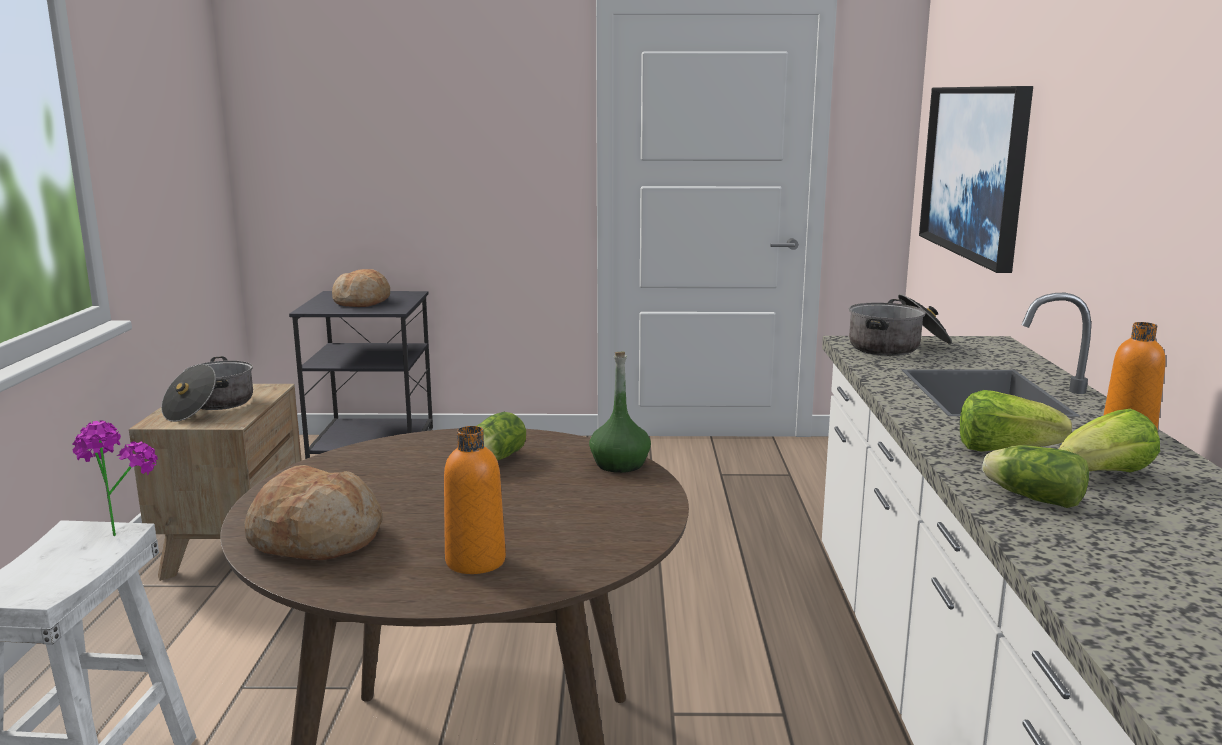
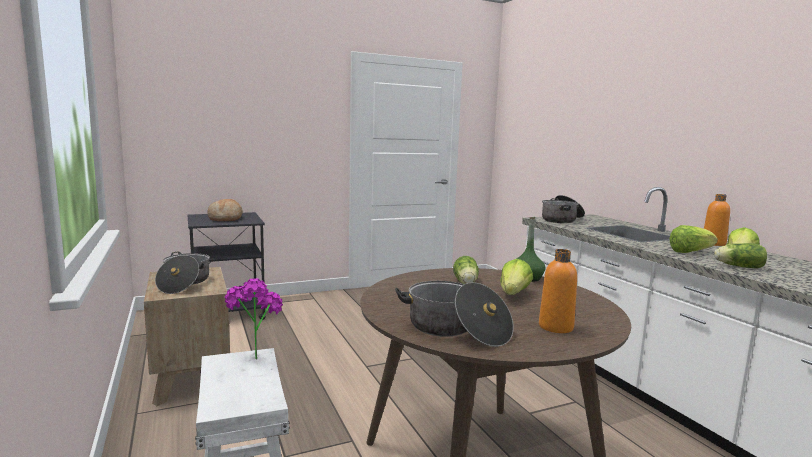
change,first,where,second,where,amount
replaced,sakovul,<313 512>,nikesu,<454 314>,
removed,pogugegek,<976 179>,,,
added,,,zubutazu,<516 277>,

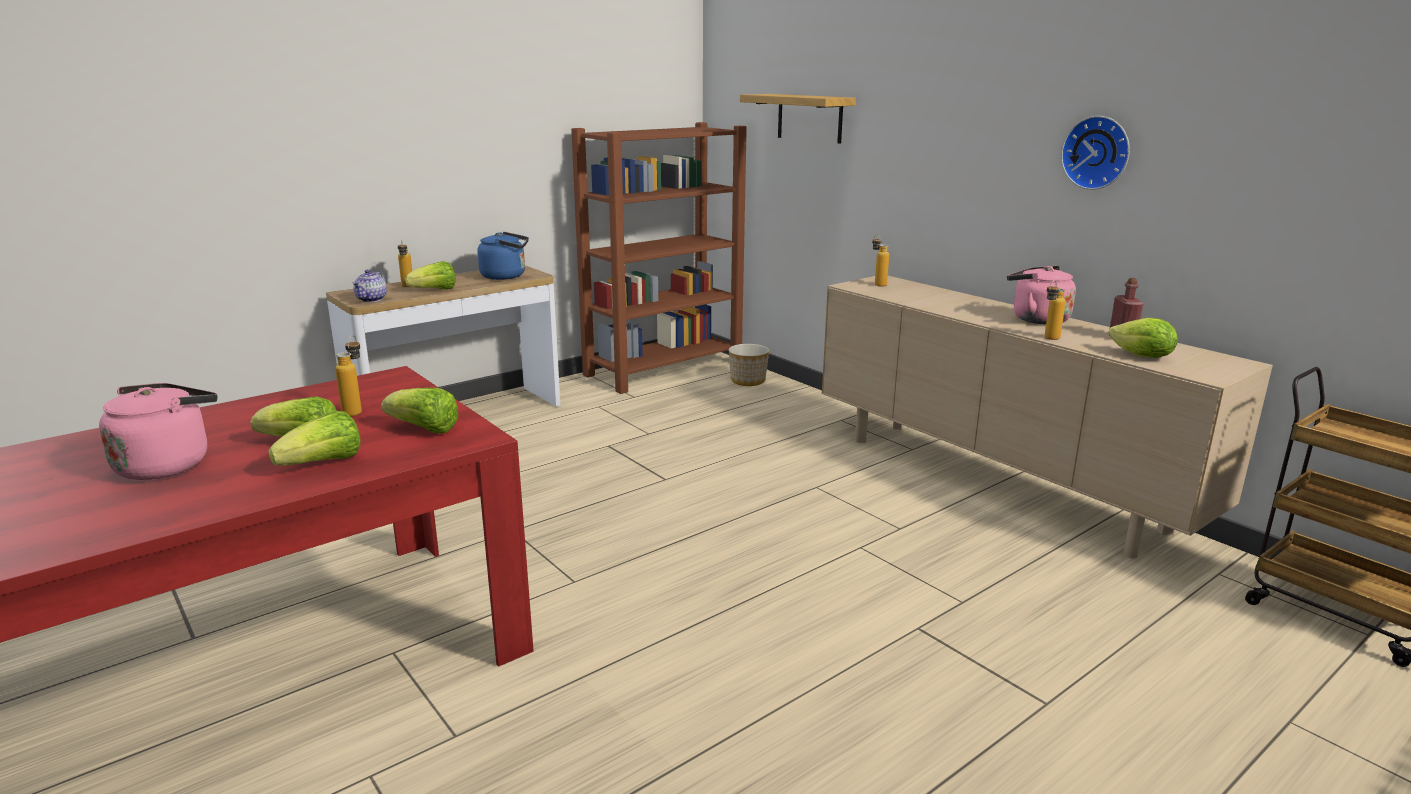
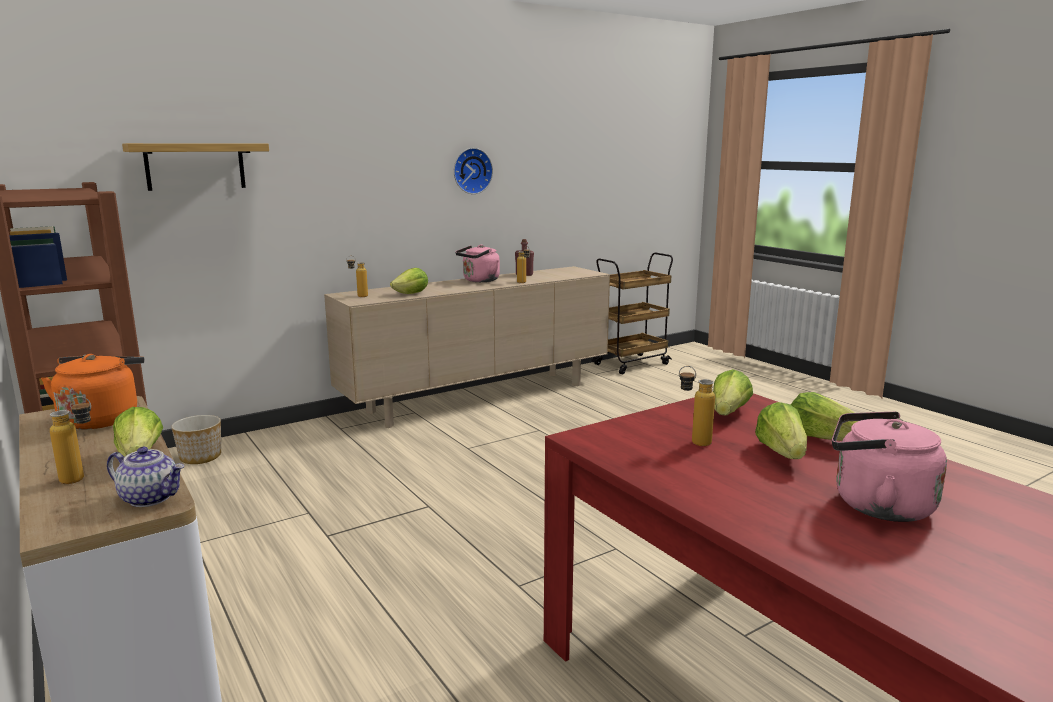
change,first,where,second,where,amount
recoloured,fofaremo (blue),<503 256>,fofaremo (orange),<92 392>,
moved,zubutazu,<1143 338>,,<409 281>,

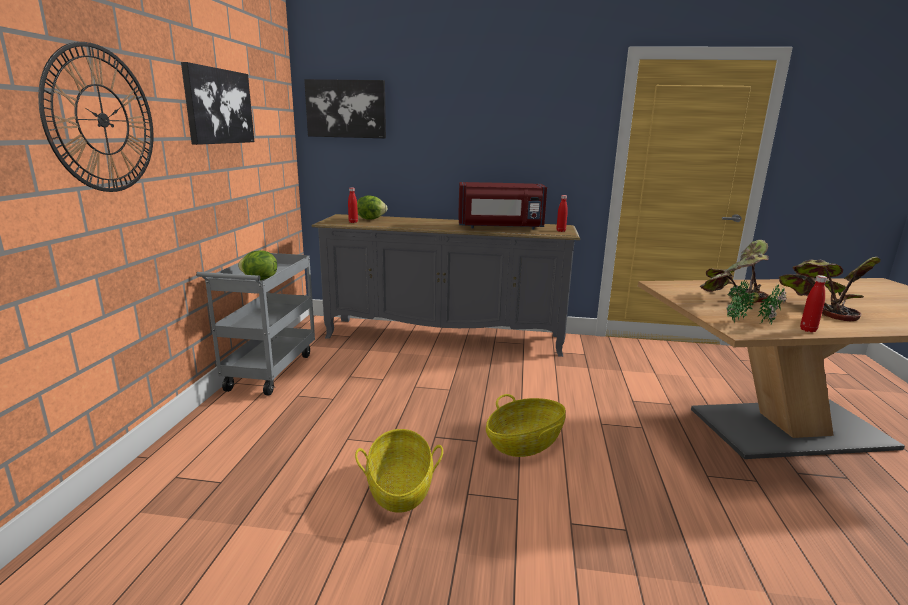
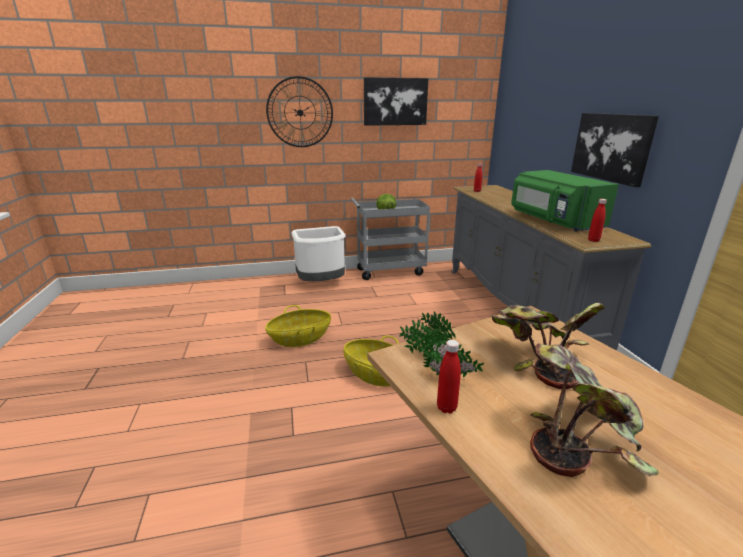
change,first,where,second,where,amount
moved,pogugegek,<345 108>,,<615 150>,
removed,zubutazu,<372 207>,,,
recoloured,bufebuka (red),<502 206>,bufebuka (green),<565 200>,
added,,,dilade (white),<318 253>,

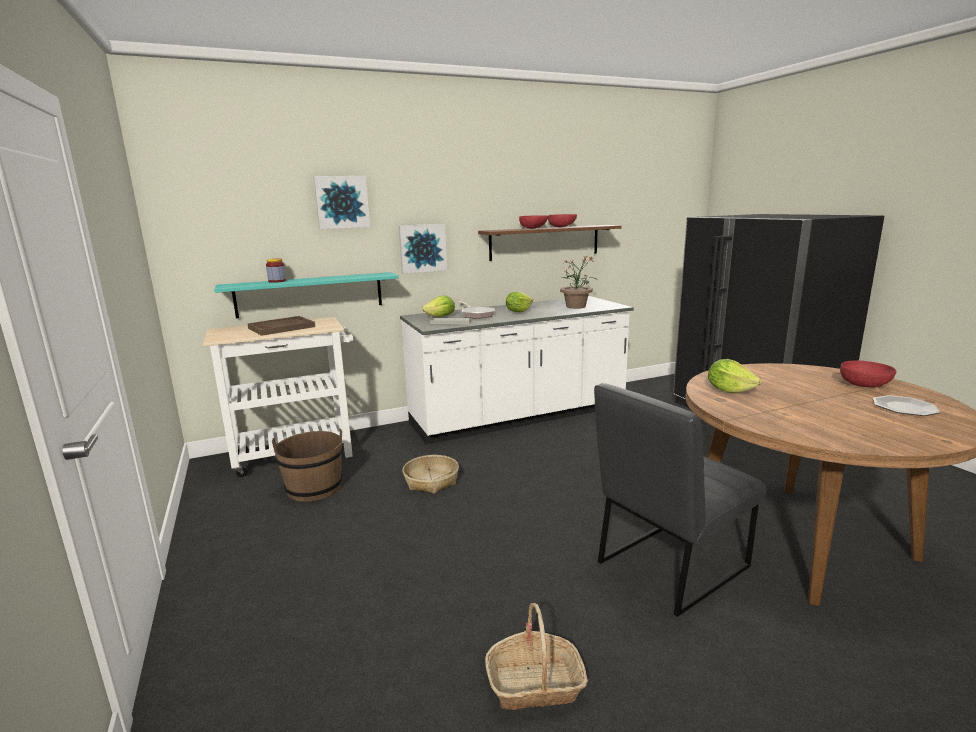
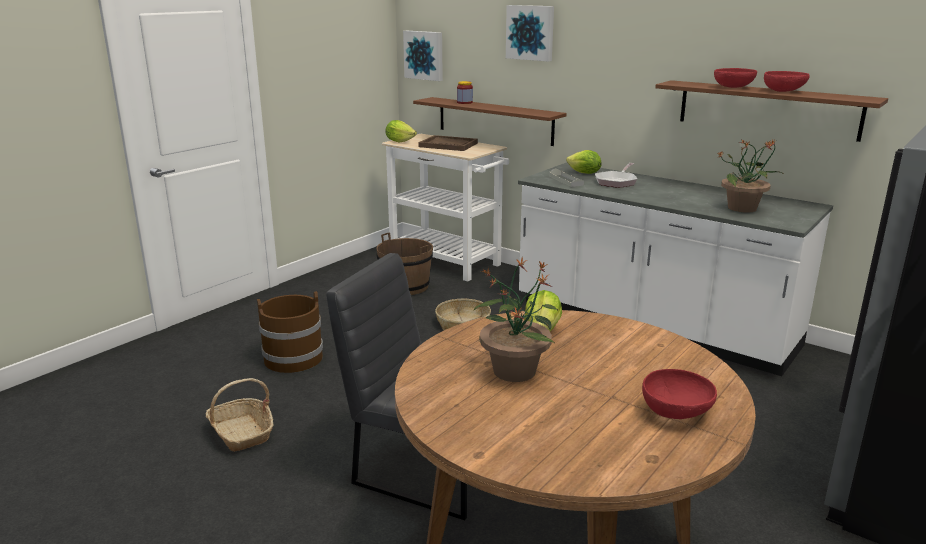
change,first,where,second,where,amount
recoloured,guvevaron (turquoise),<306 295>,guvevaron (brown),<490 121>,
moved,pogugegek,<423 249>,,<423 56>,
moved,zubutazu,<519 302>,,<401 131>,
removed,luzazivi,<906 405>,,,
added,,,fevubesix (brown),<290 332>,
added,,,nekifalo,<515 319>,

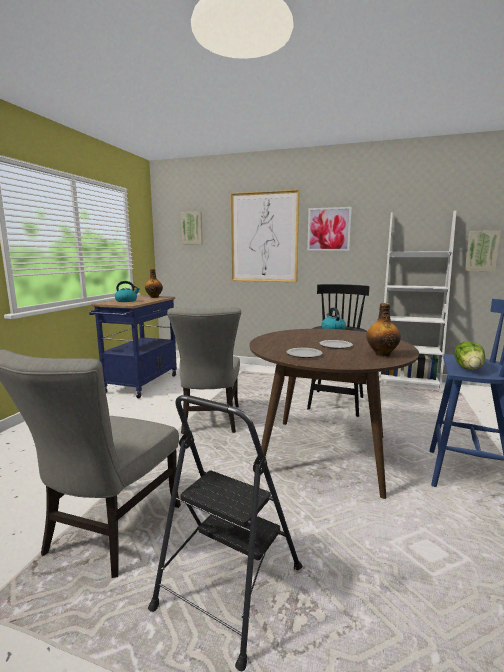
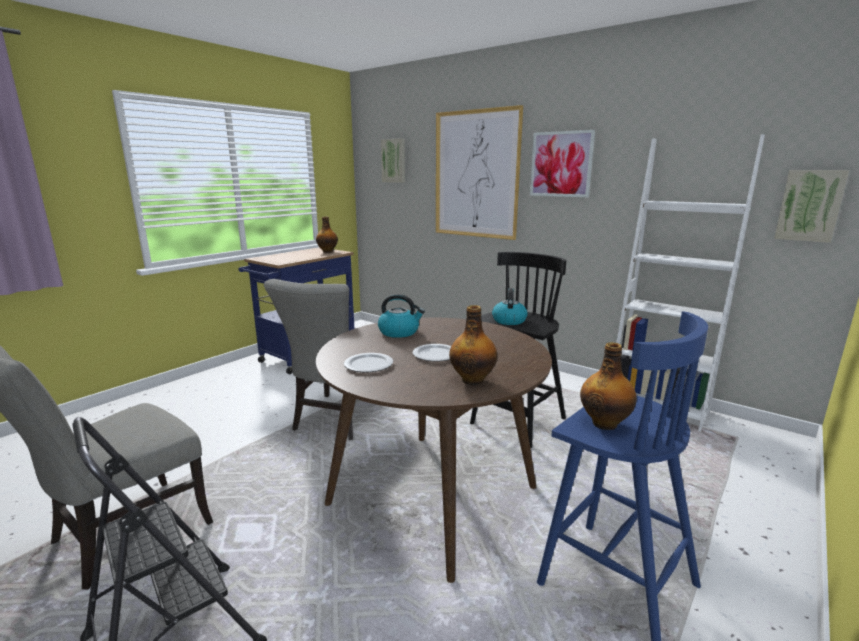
change,first,where,second,where,amount
moved,fofaremo,<127 291>,,<401 316>,
replaced,zubutazu,<470 355>,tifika,<608 386>,

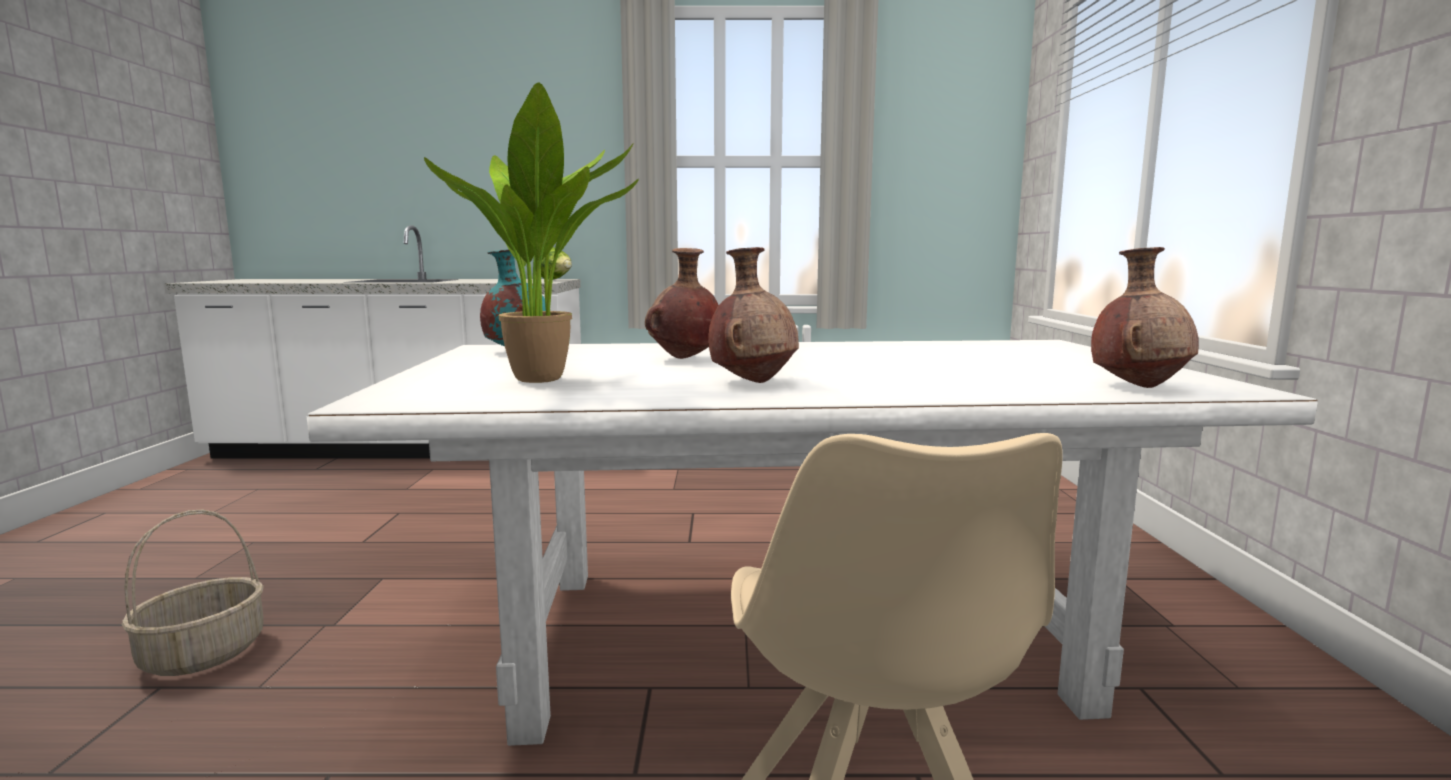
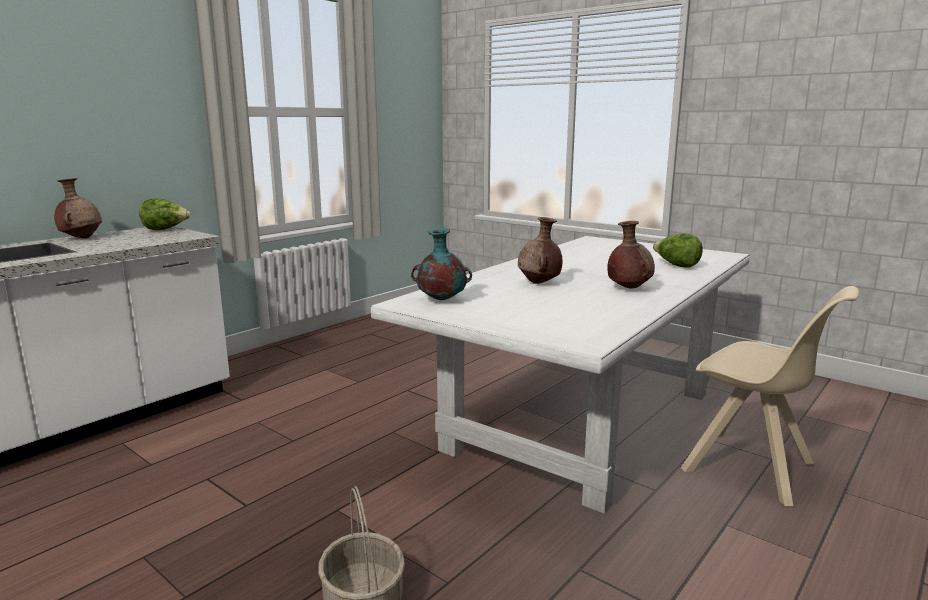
change,first,where,second,where,amount
removed,nekifalo,<531 233>,,,
moved,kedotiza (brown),<1145 317>,,<78 208>,
added,,,zubutazu,<678 250>,

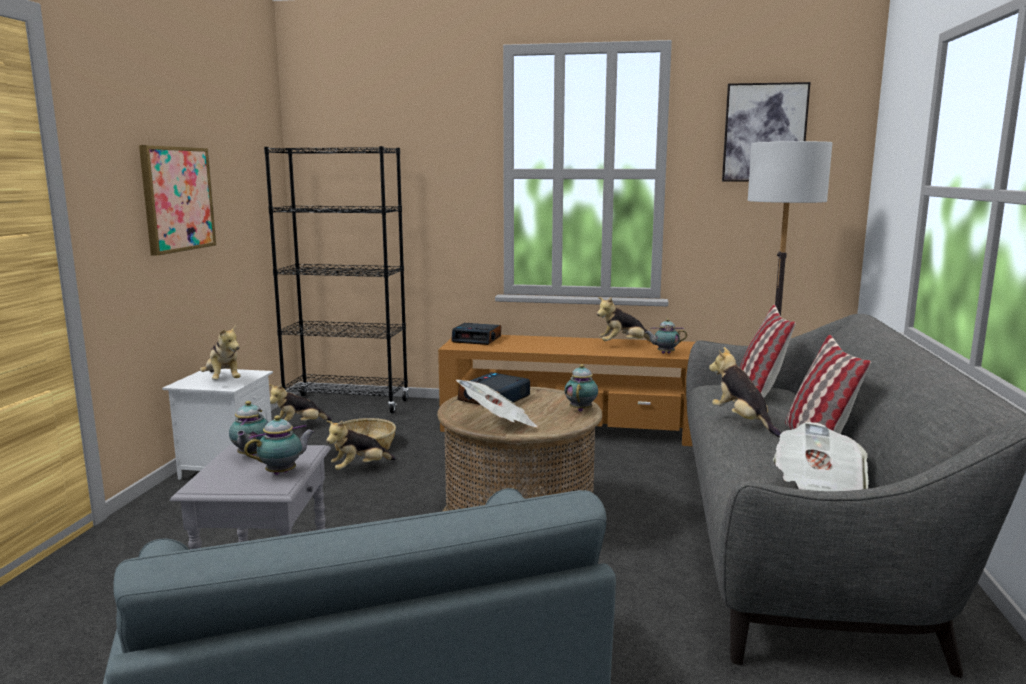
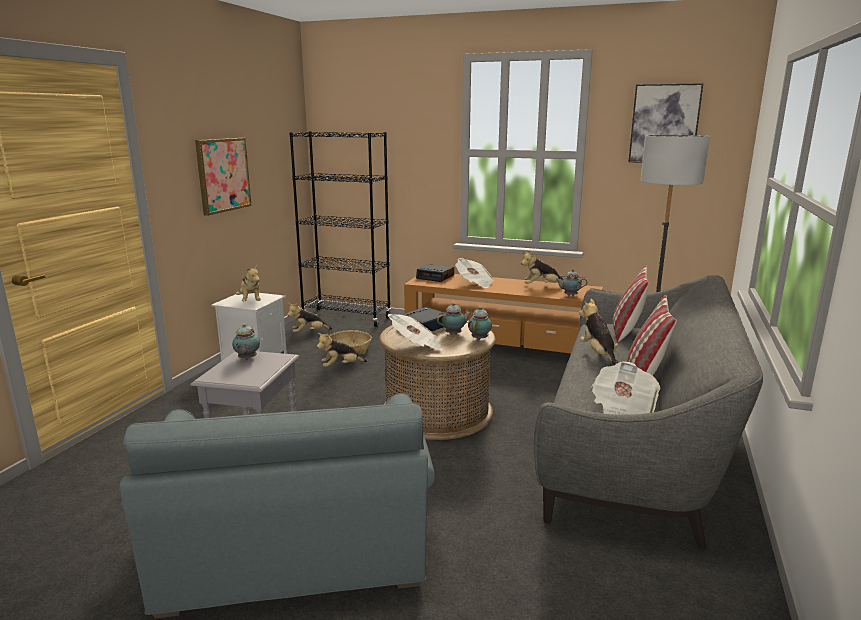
change,first,where,second,where,amount
moved,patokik,<279 445>,,<454 319>,
added,,,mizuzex,<474 273>,

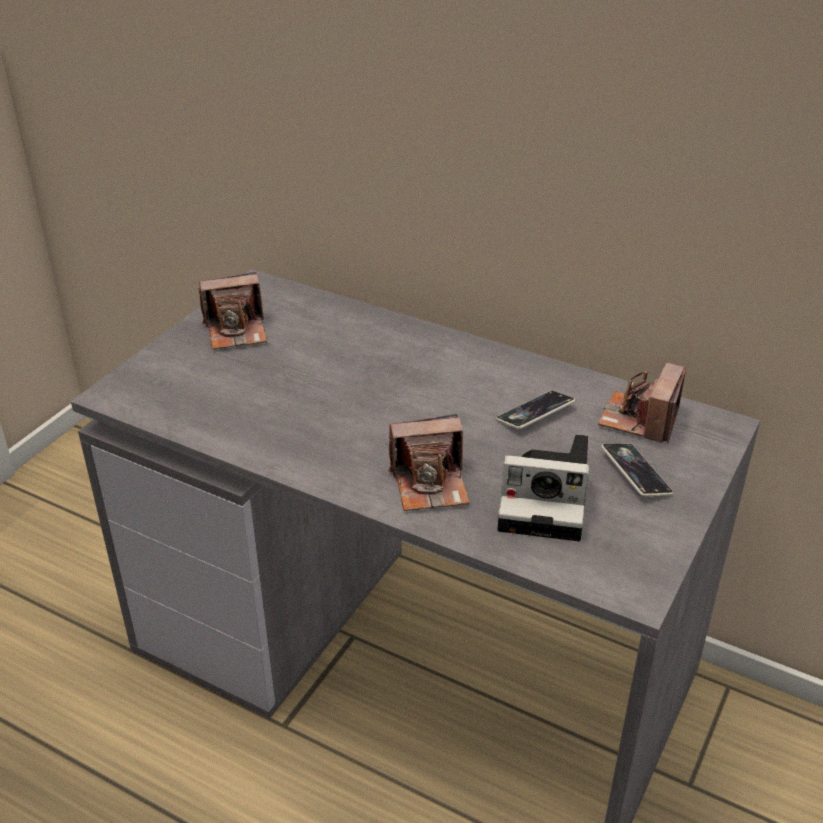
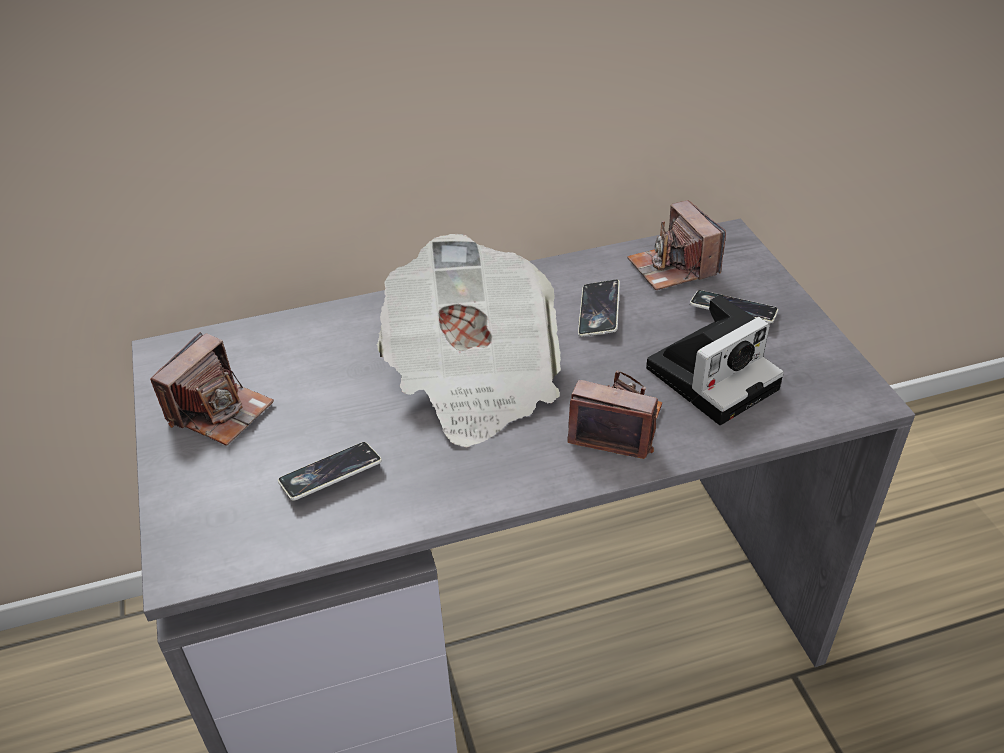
change,first,where,second,where,amount
turned,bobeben,<429 462>,,<615 414>,105 degrees counterclockwise
added,,,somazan,<330 471>,
added,,,mizuzex,<469 341>,

